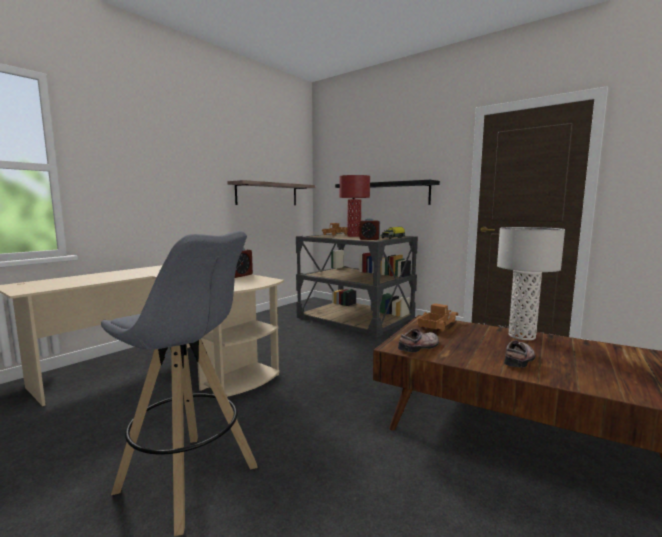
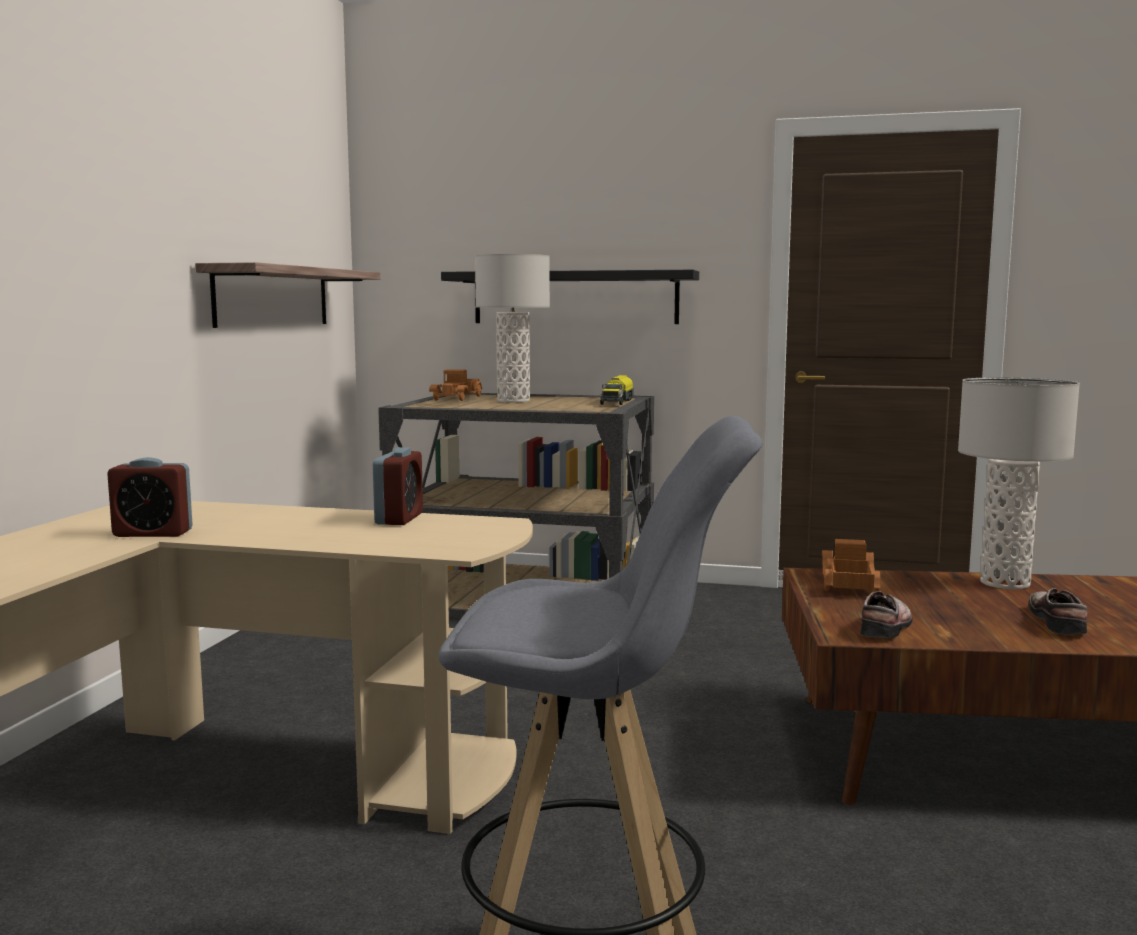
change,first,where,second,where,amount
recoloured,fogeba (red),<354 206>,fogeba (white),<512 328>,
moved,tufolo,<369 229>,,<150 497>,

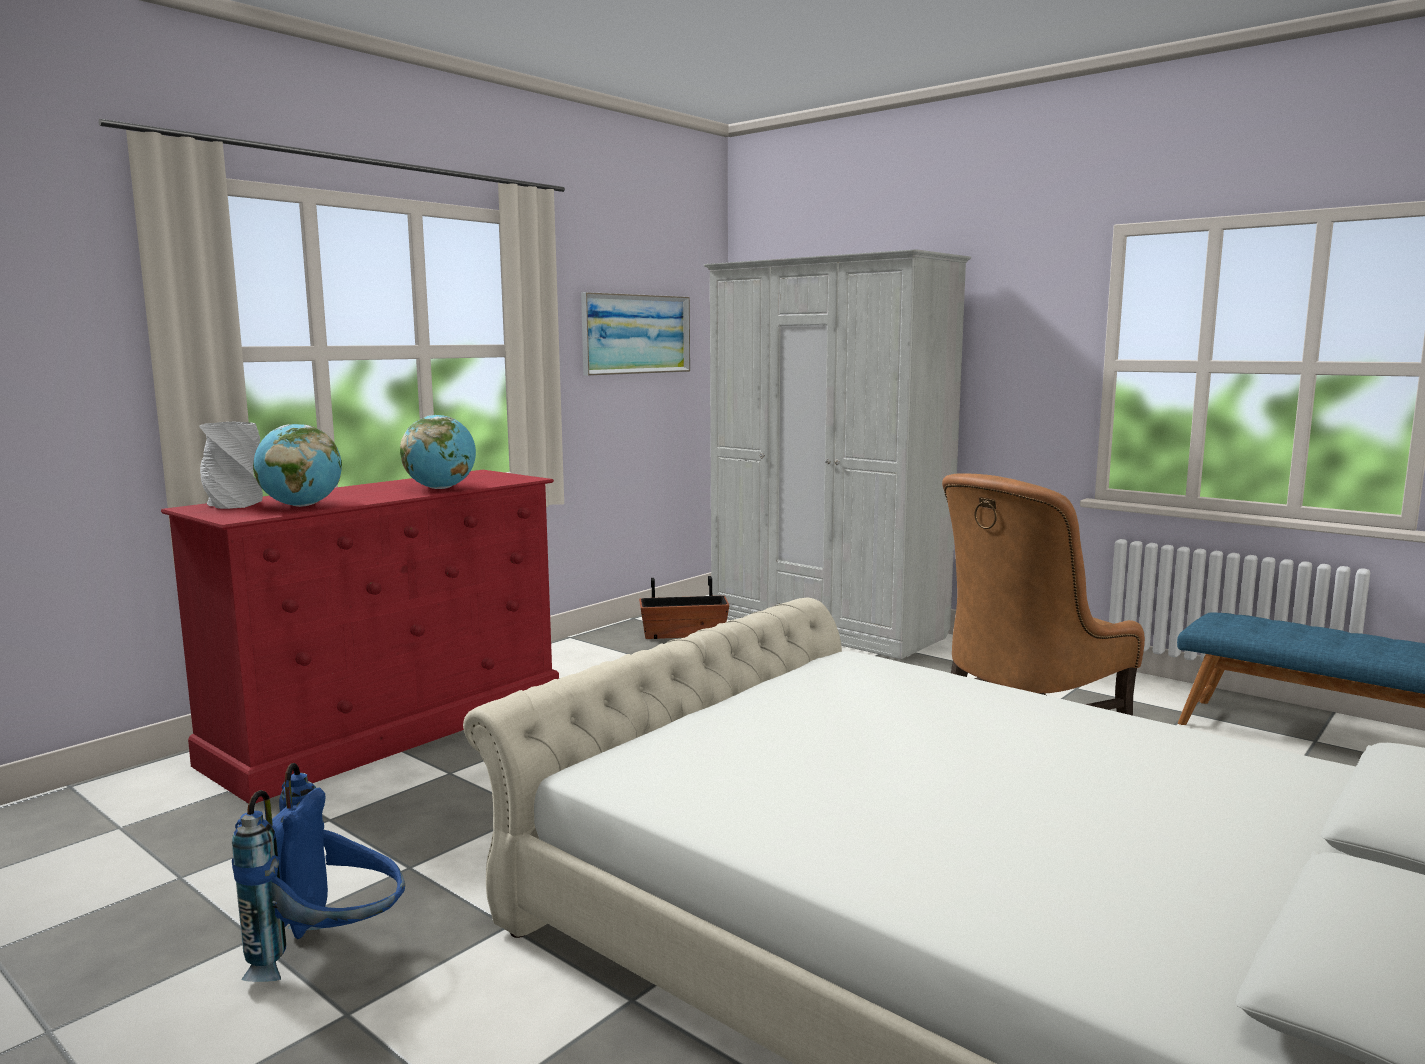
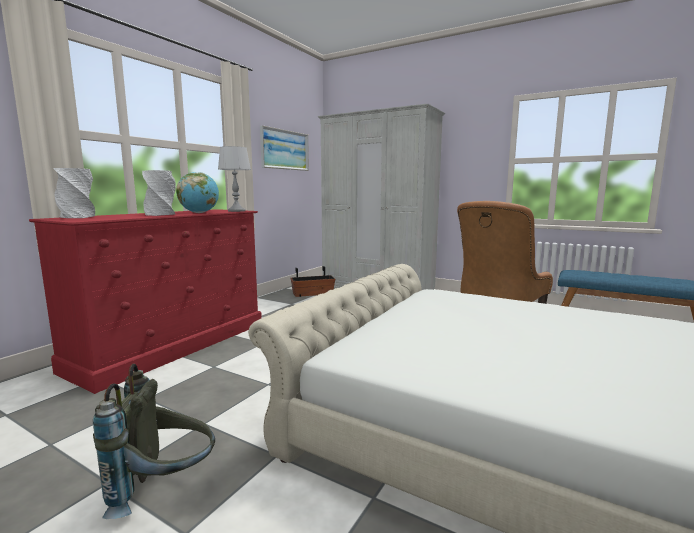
change,first,where,second,where,amount
recoloured,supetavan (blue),<318 872>,supetavan (grey),<154 441>,
removed,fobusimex,<297 465>,,,
added,,,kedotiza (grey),<159 193>,
added,,,fogeba (grey),<234 179>,

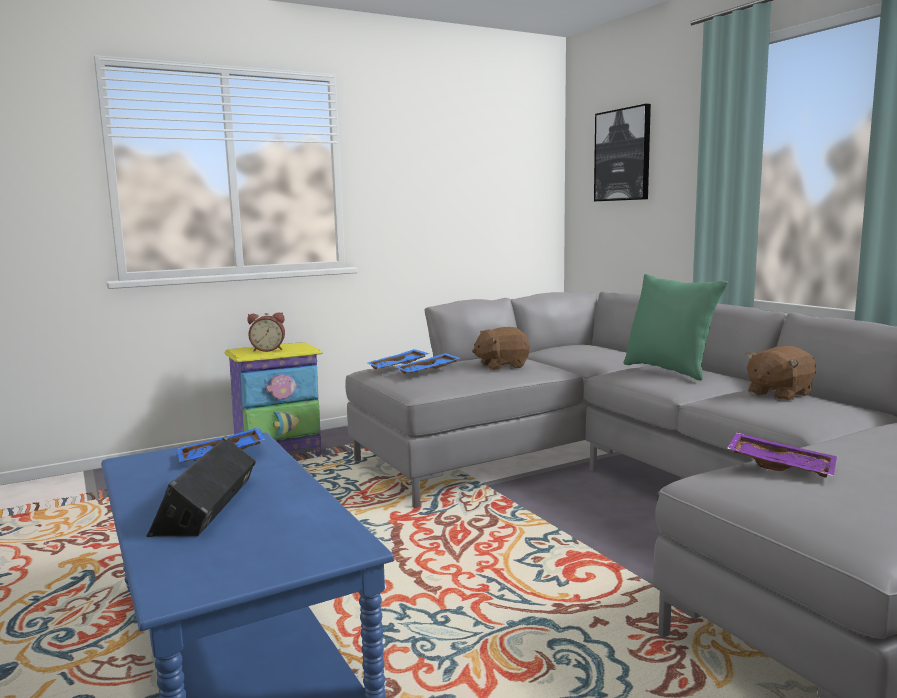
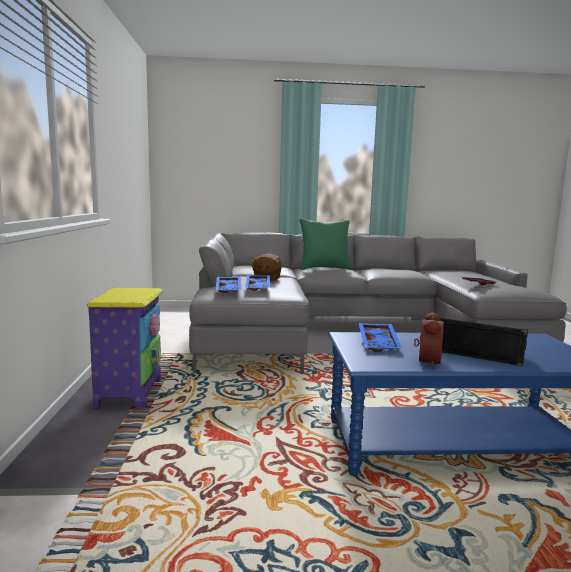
change,first,where,second,where,amount
moved,tufolo,<266 332>,,<429 340>,
removed,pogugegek,<622 152>,,,
removed,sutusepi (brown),<780 373>,,,

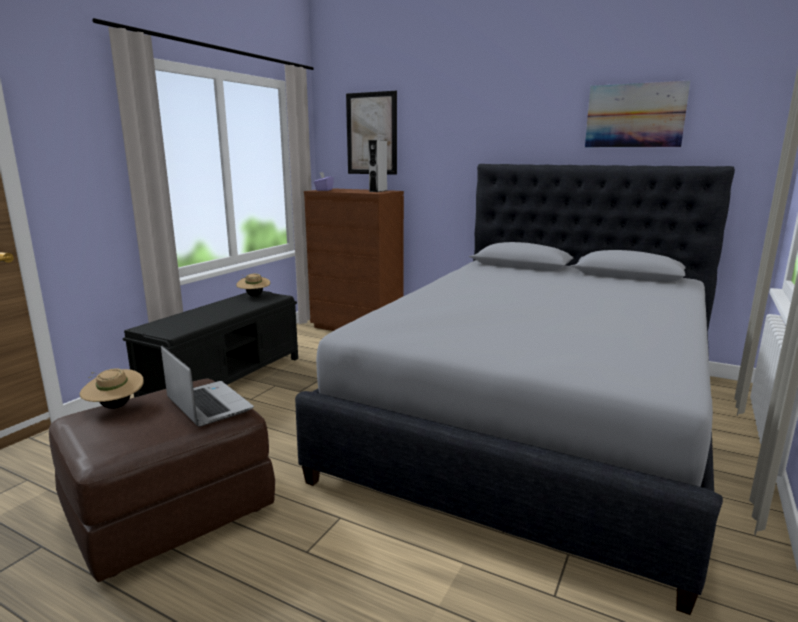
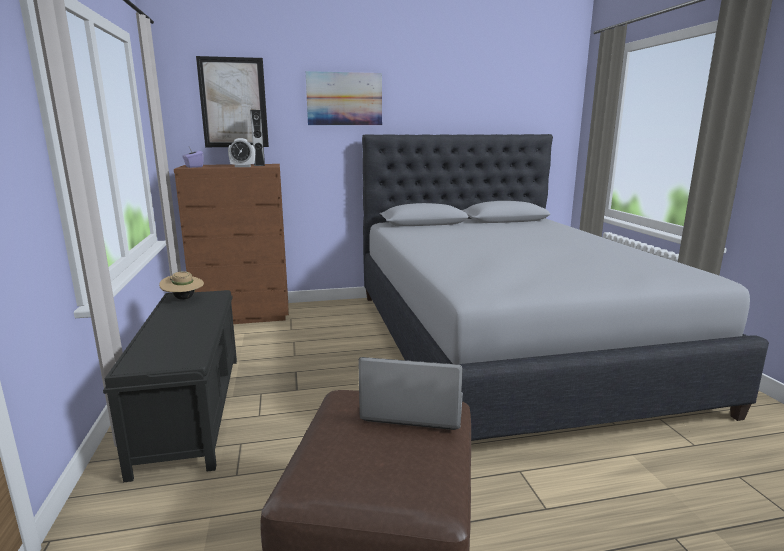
change,first,where,second,where,amount
removed,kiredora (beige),<112 388>,,,
moved,pogugegek,<637 114>,,<344 98>,
added,,,tufolo,<241 152>,

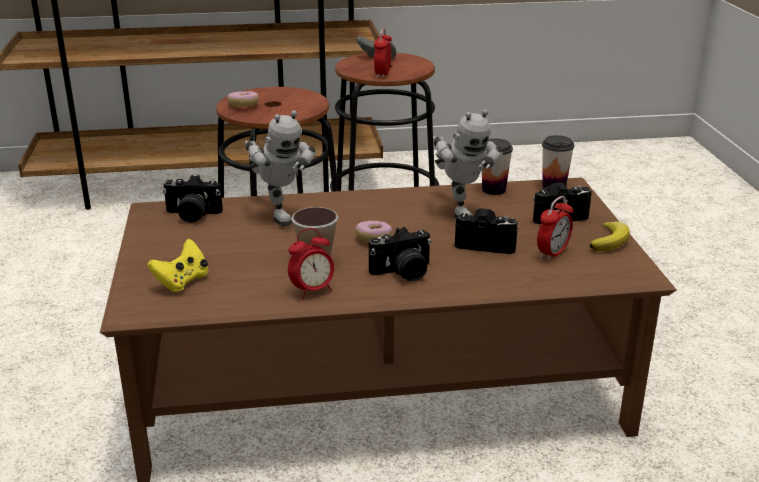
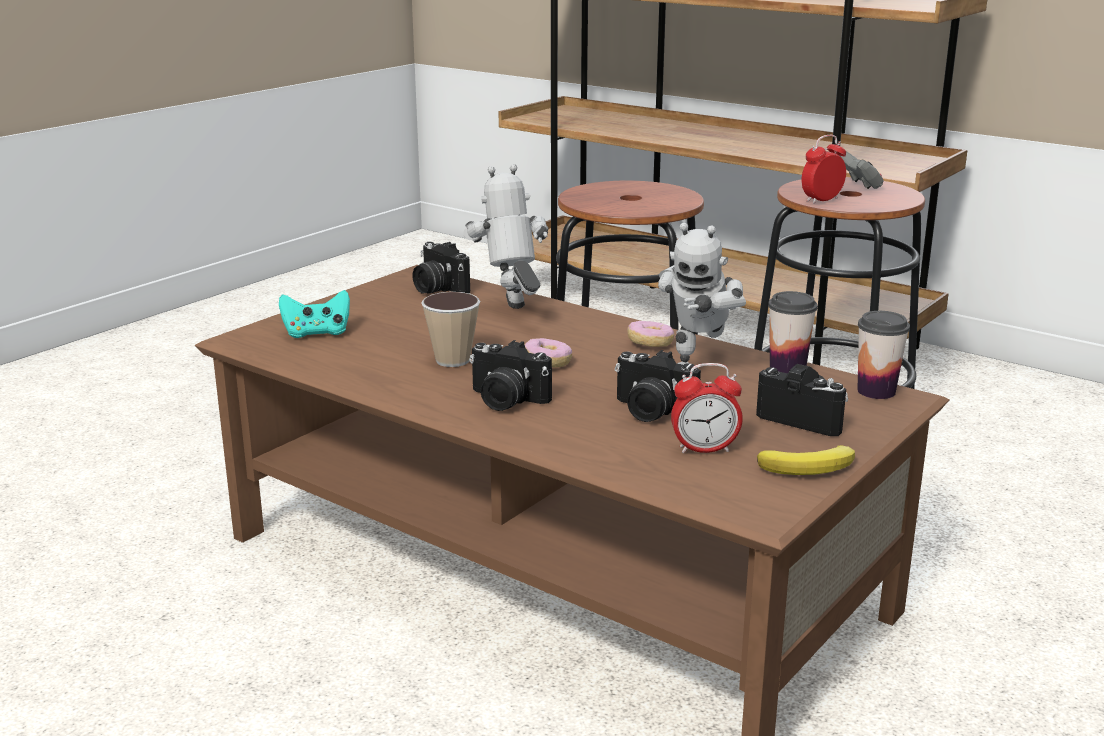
change,first,where,second,where,amount
recoloured,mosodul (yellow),<177 265>,mosodul (turquoise),<314 314>,
moved,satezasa,<243 99>,,<651 334>,
turned,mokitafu,<280 168>,,<506 236>,150 degrees clockwise
removed,tufolo,<311 263>,,,
turned,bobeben,<487 231>,,<658 386>,150 degrees clockwise

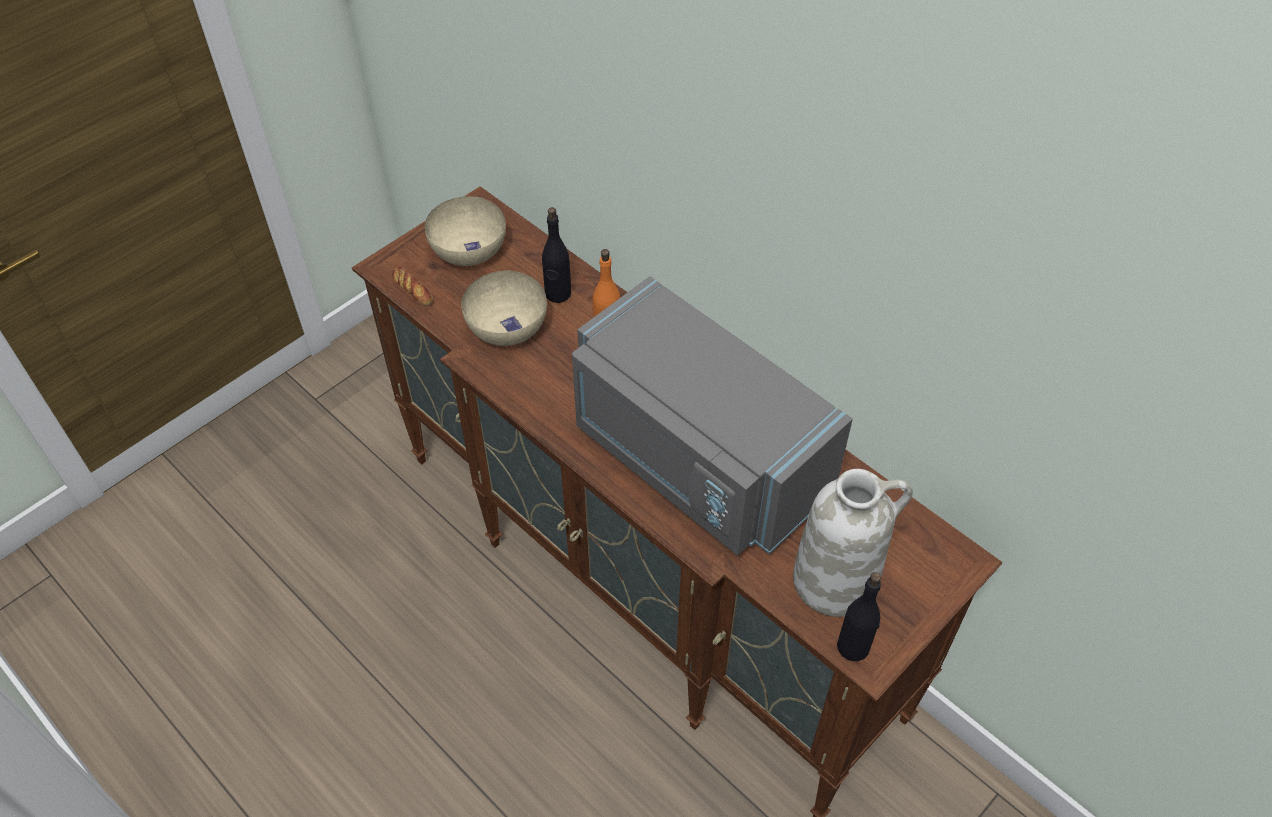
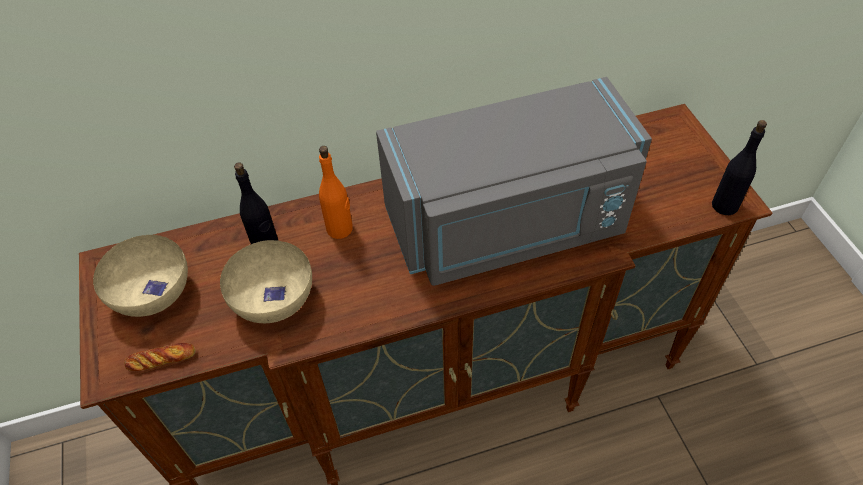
change,first,where,second,where,amount
removed,kedotiza (white),<853 543>,,,

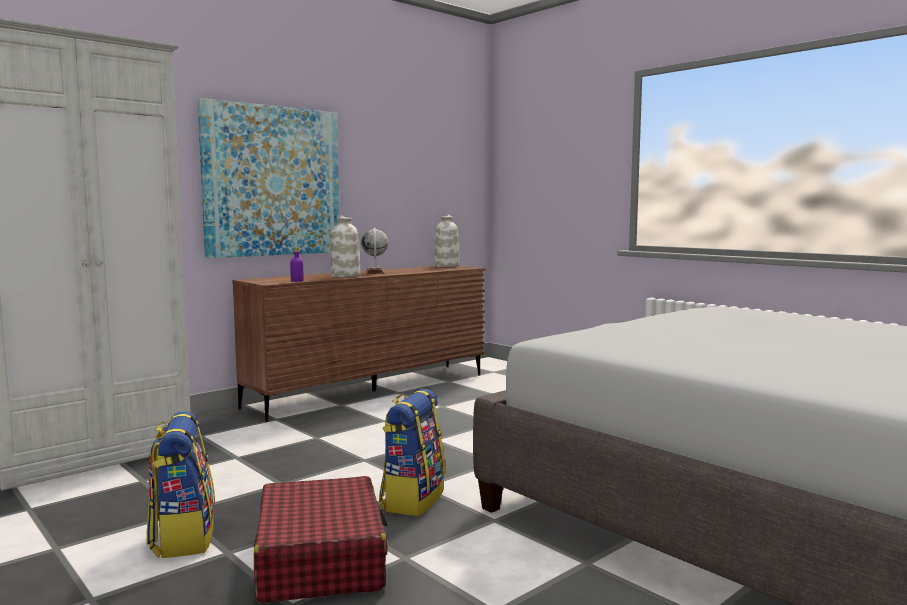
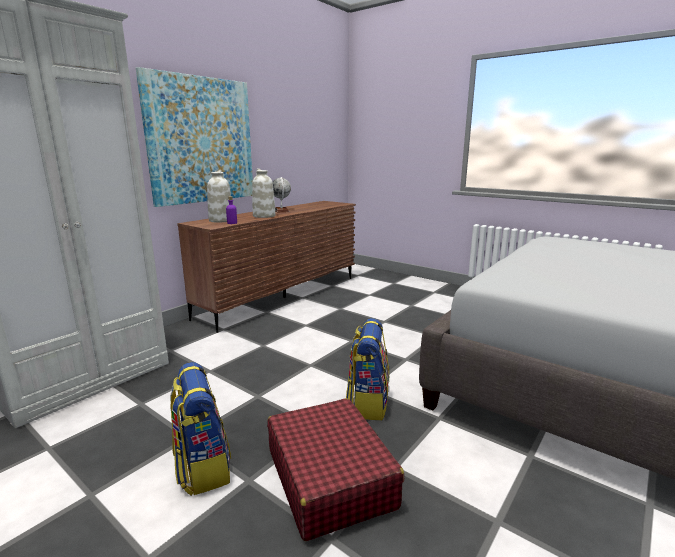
change,first,where,second,where,amount
moved,kedotiza (white),<446 241>,,<219 196>,

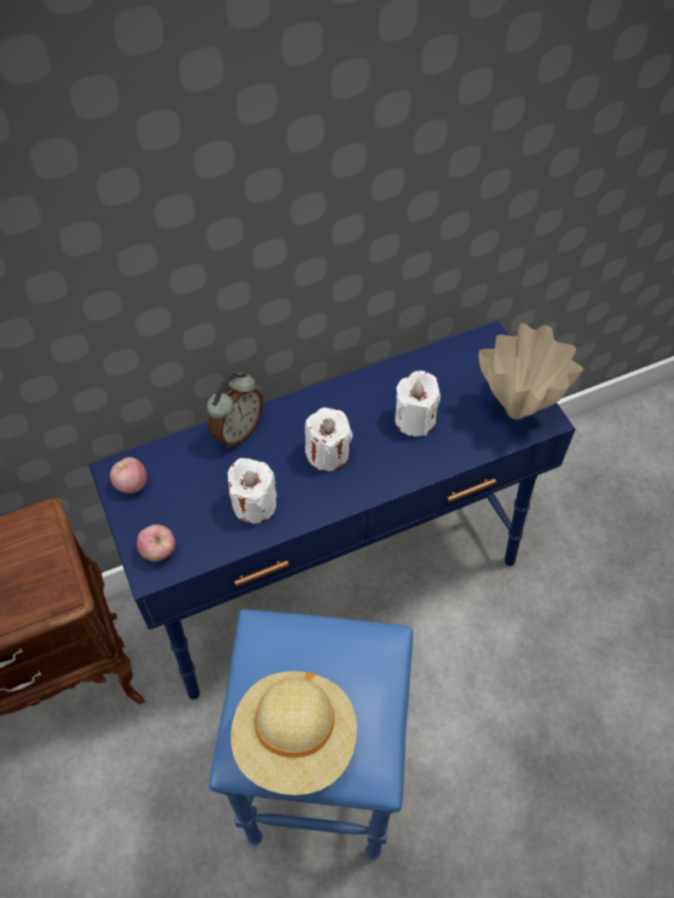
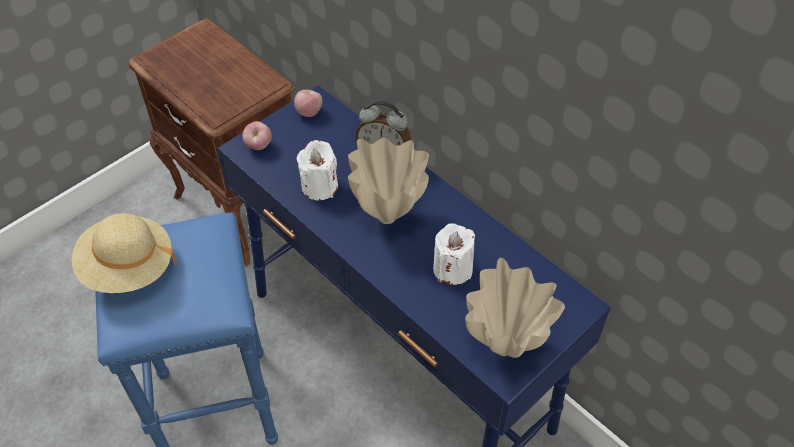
change,first,where,second,where,amount
replaced,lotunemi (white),<329 439>,kedotiza (beige),<388 181>,

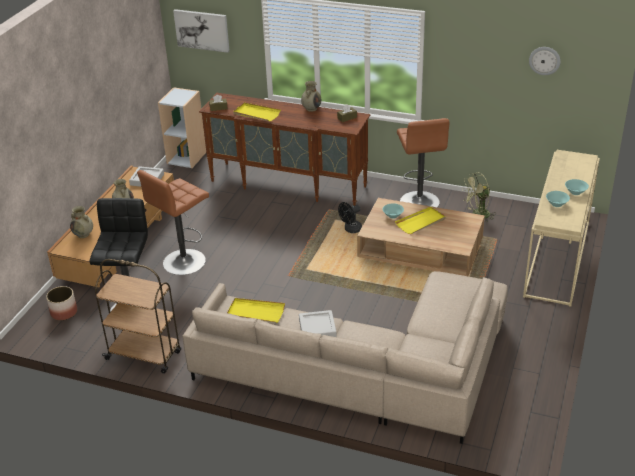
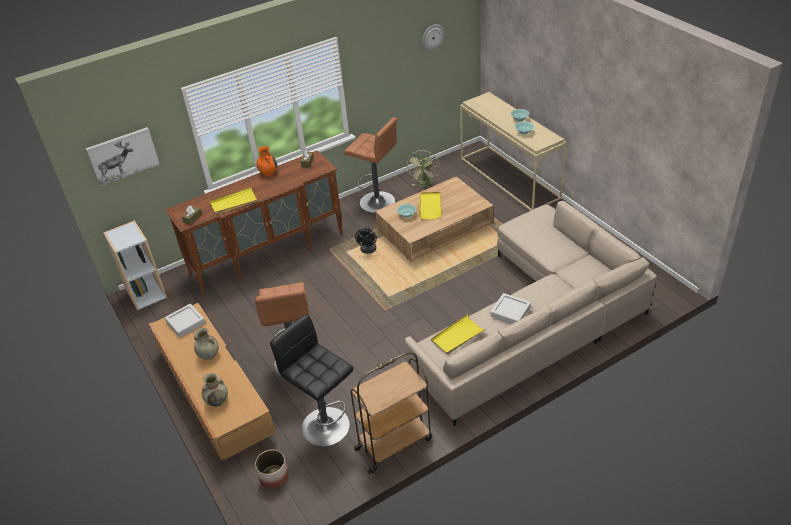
change,first,where,second,where,amount
recoloured,kedotiza (beige),<311 96>,kedotiza (orange),<266 161>,

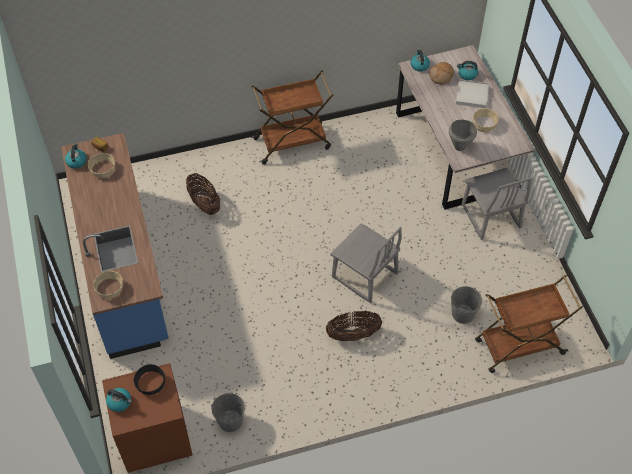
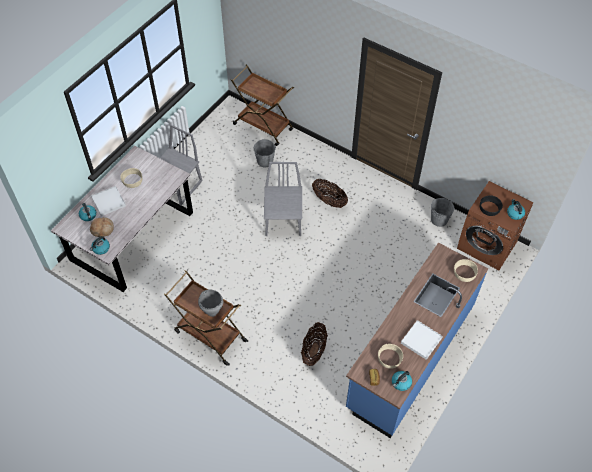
change,first,where,second,where,amount
moved,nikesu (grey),<463 135>,,<210 303>,
added,,,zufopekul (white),<422 340>,

